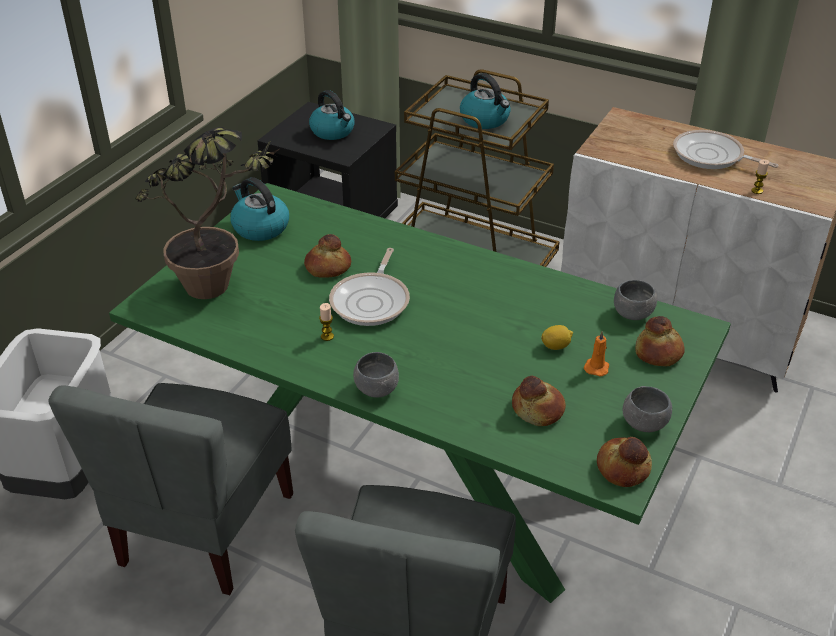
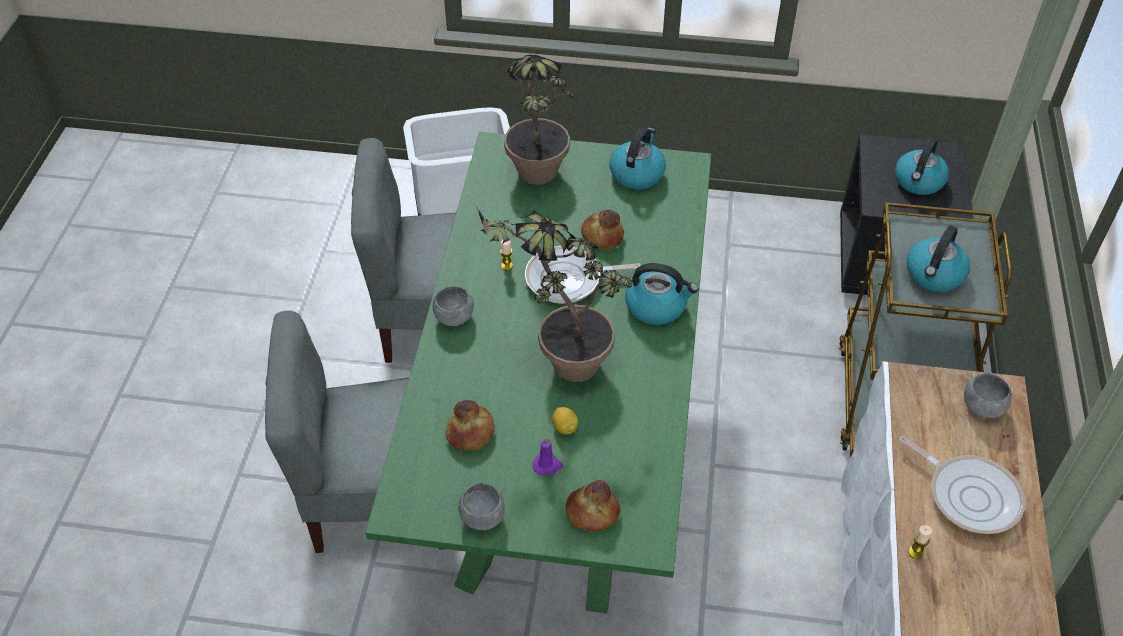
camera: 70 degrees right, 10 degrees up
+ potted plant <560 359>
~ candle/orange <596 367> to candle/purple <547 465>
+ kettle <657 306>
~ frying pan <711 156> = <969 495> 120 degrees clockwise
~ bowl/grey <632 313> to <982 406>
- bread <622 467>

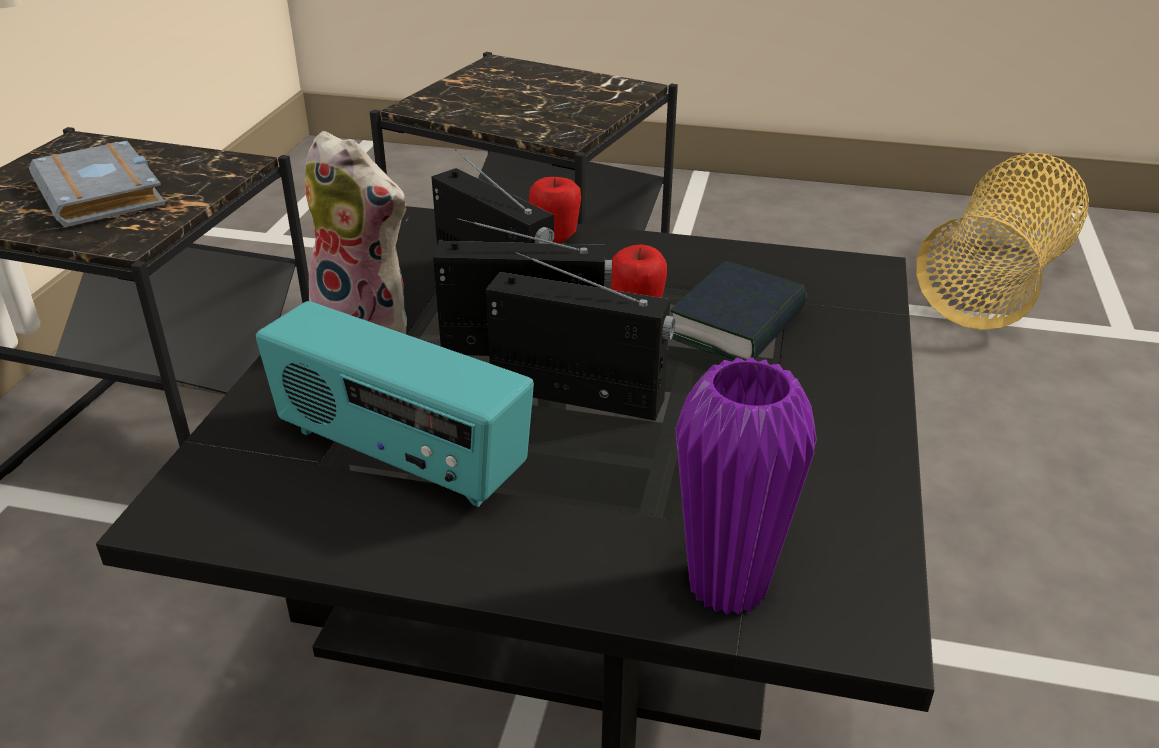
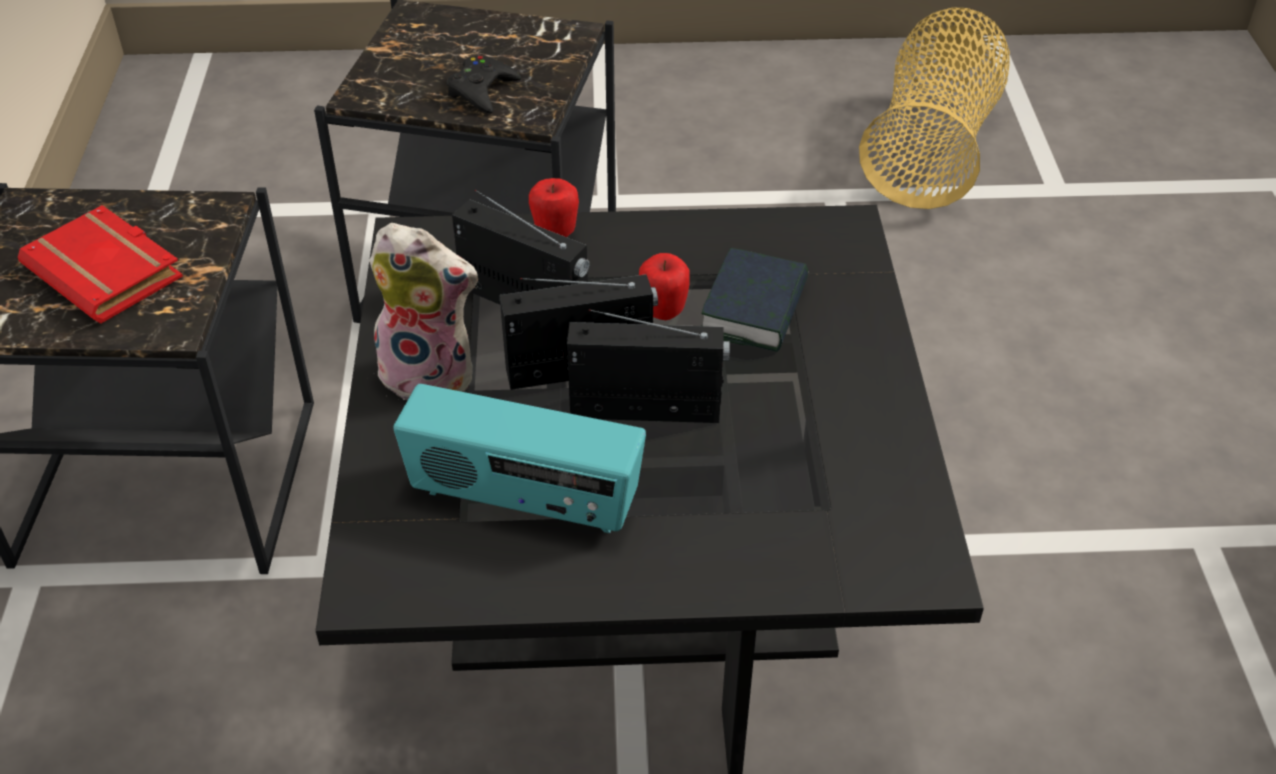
camera: 15 degrees left, 10 degrees up
~ book/grey <105 194> to book/red <109 273>
+ game controller/black <482 91>
- vase/purple <727 586>

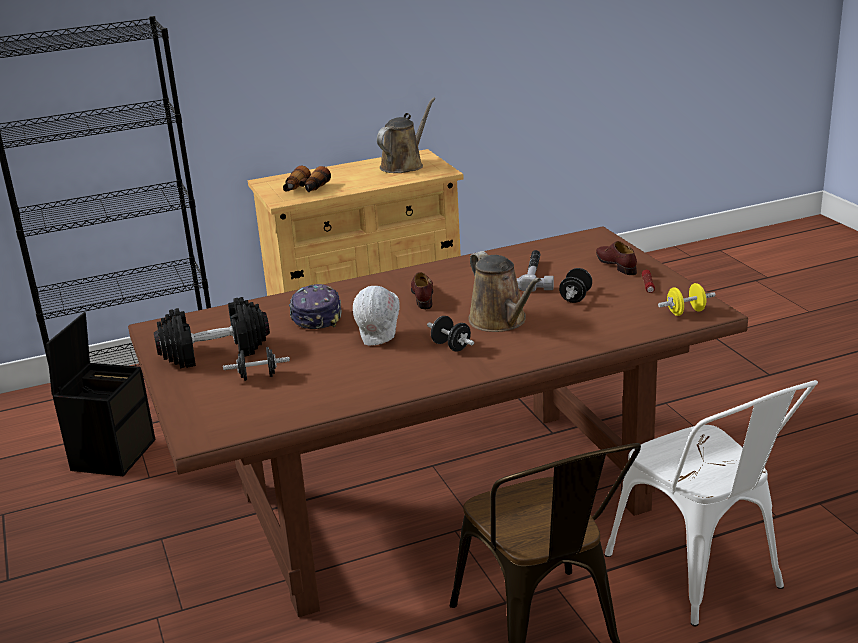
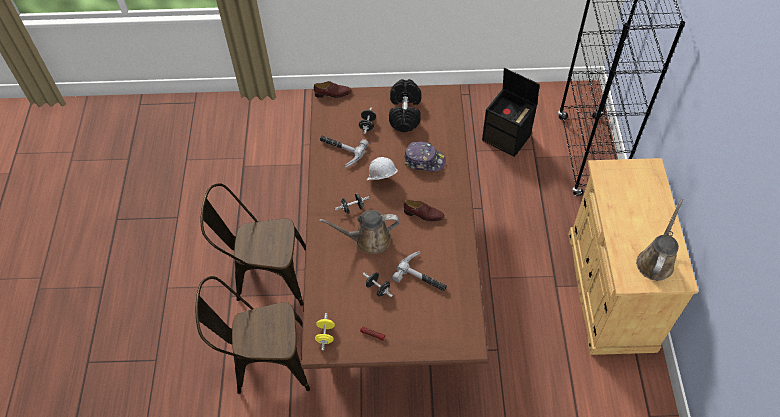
camera: 110 degrees right, 30 degrees up
~ chair/white <704 576> to chair/brown <265 362>
~ shoe/brown <616 264> to <333 94>
+ hammer <340 151>
~ watering can/brown <404 165> = <656 261> 120 degrees counterclockwise
- binoculars <305 189>

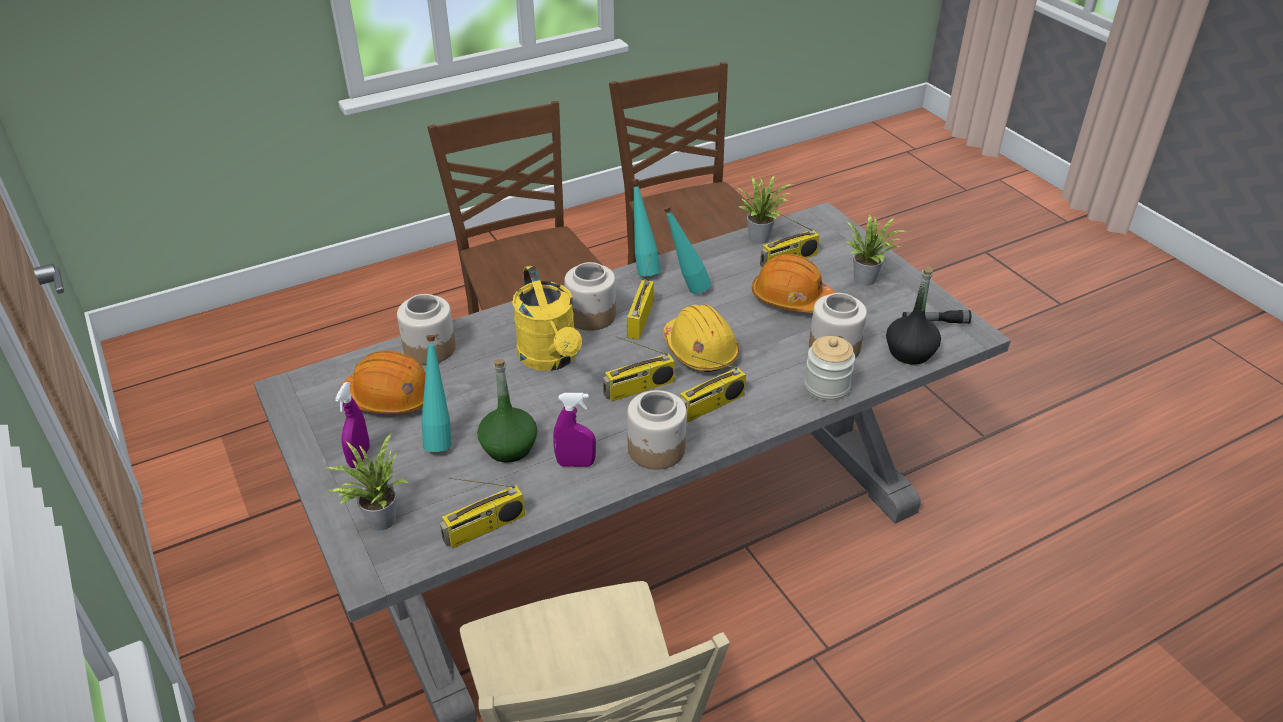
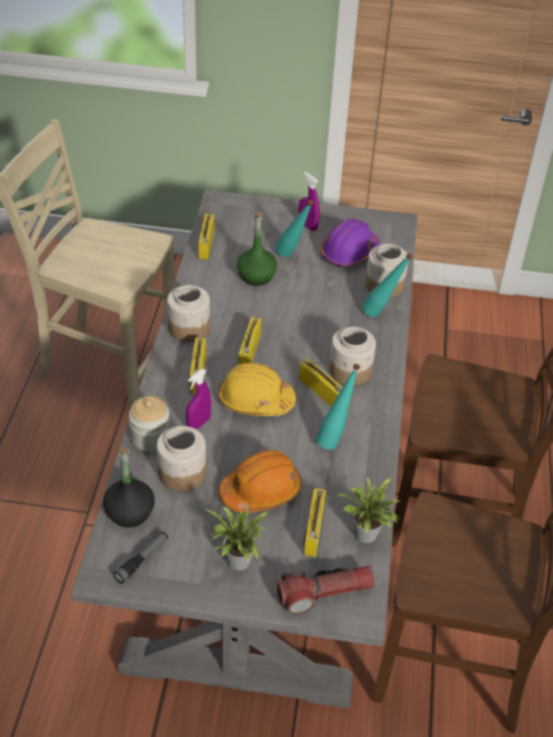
camera: 125 degrees right, 5 degrees up
~ spray bottle/purple <575 463> to <198 424>
+ flashlight <324 593>
~ hard hat/orange <390 398> to hard hat/purple <349 253>
~ bottle/turquoise <643 269> to <381 314>
- potted plant <378 519>
- watering can/yellow <551 359>

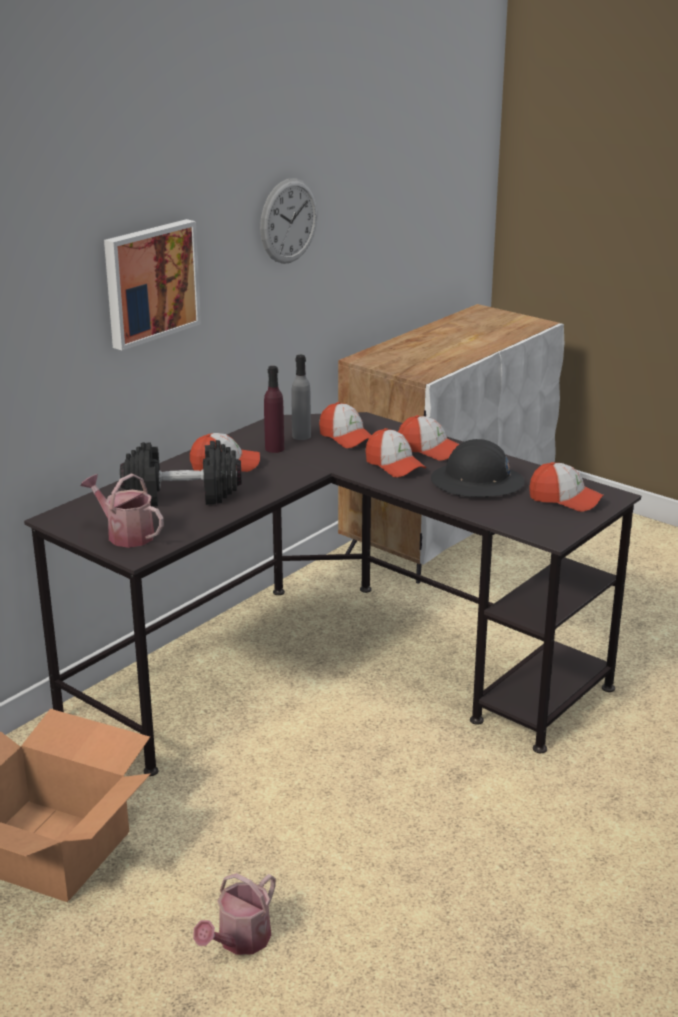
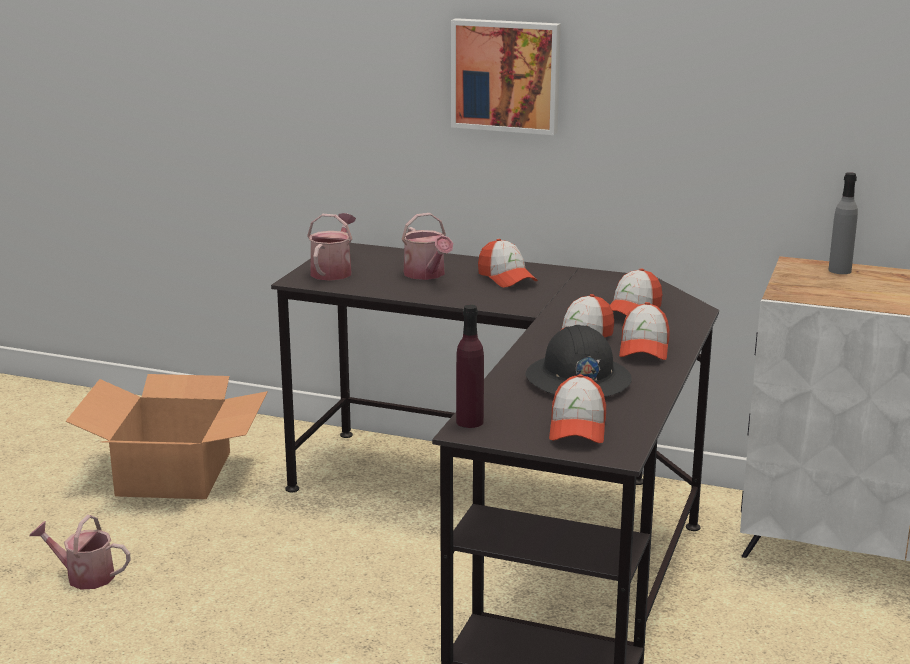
camera: 70 degrees right, 5 degrees down
~ dumbbell/black <182 495> to watering can <427 275>
~ bottle/purple <274 448> to <469 422>
~ bottle/grey <301 436> to <839 270>
- wall clock <288 221>

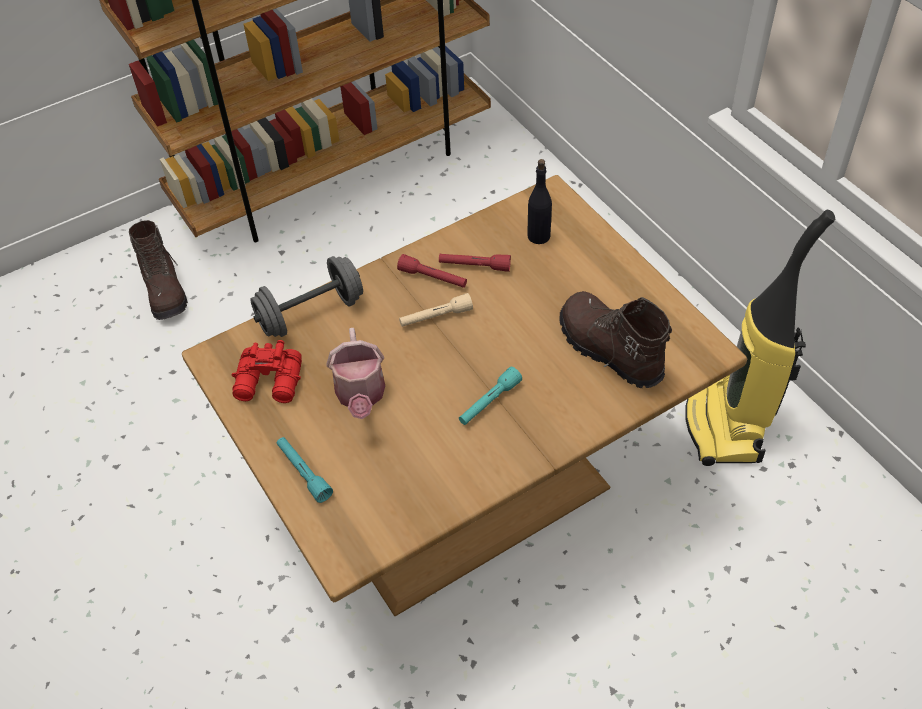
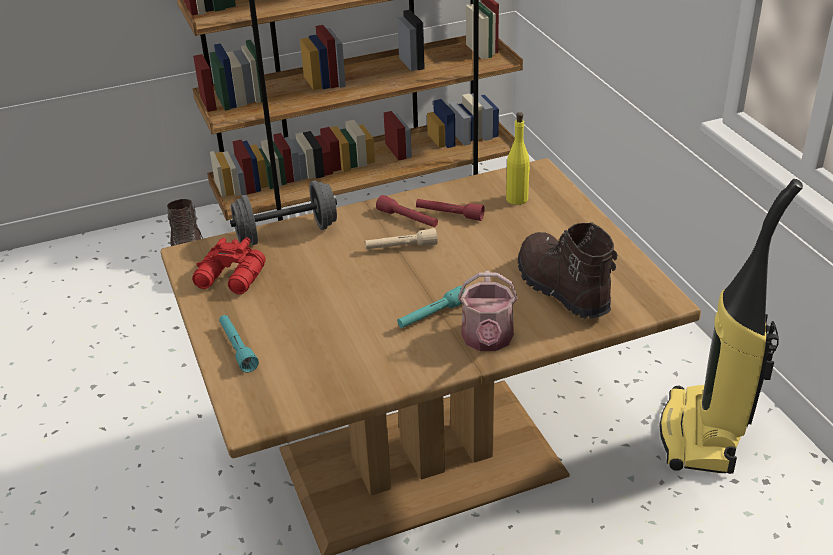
camera: 10 degrees right, 15 degrees down
~ watering can <361 396> to <487 340>
~ bottle/black <539 236> to bottle/yellow <517 199>

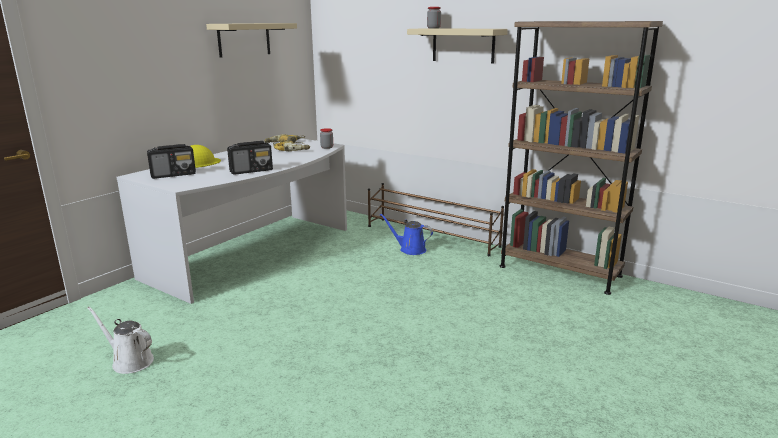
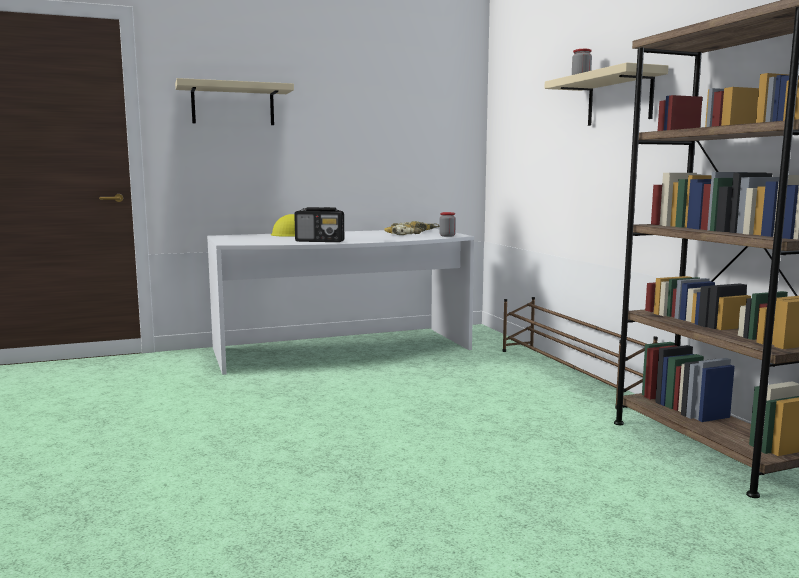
camera: 35 degrees right, 10 degrees down
~ shelf/beige <244 39> to <233 105>
- watering can/white <130 361>
- radio <174 175>
- watering can/blue <410 249>

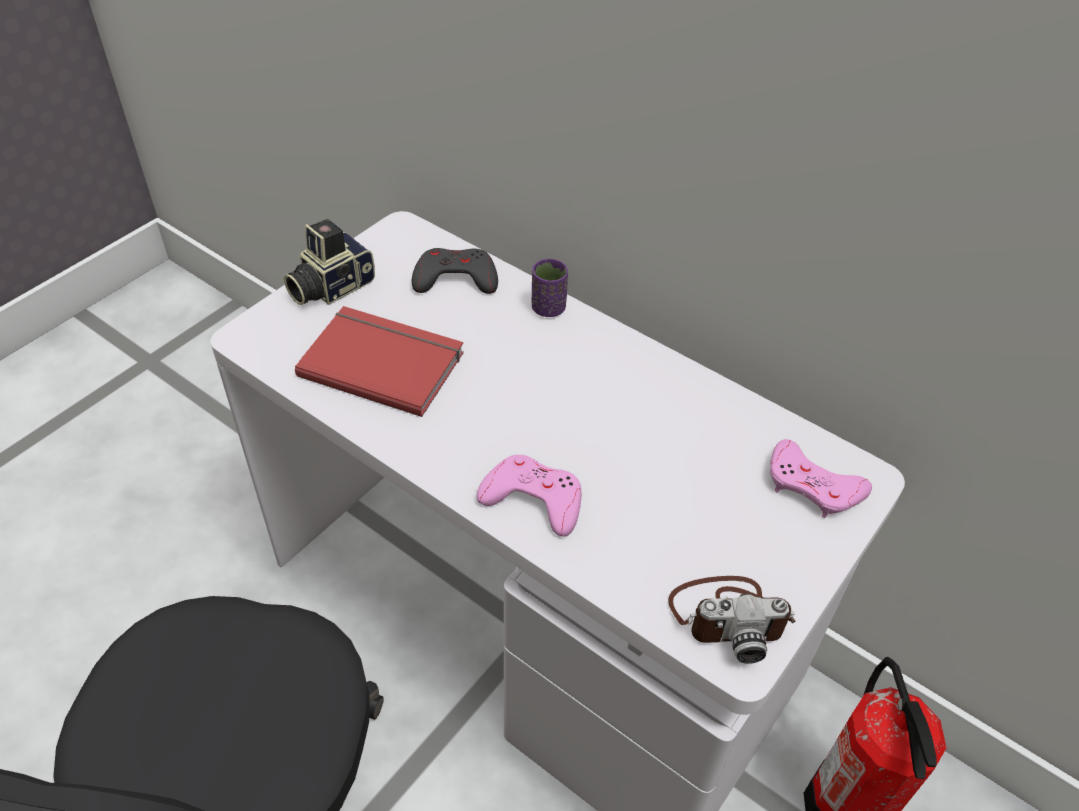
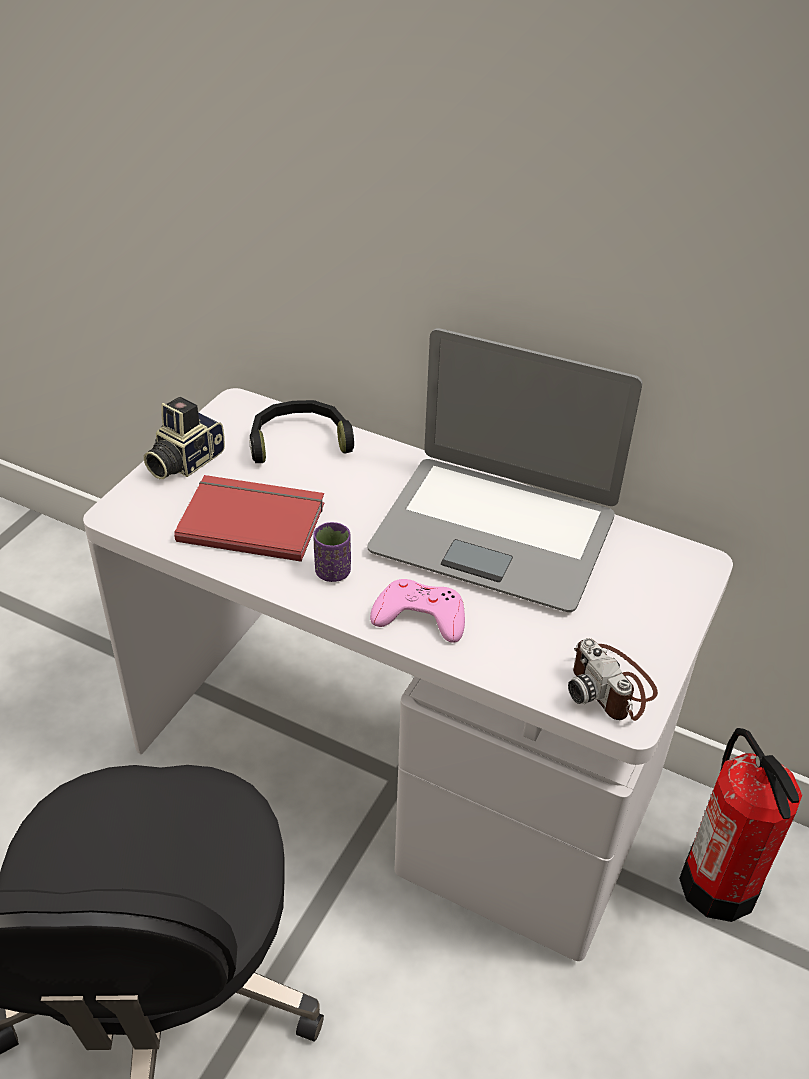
camera: 10 degrees left, 5 degrees down
~ game controller/grey <455 278> to headphones/black <299 441>
~ cup/purple <548 308> to <332 572>
+ laptop <495 532>
~ photo camera <729 616> = <611 686> 75 degrees clockwise
- game controller/pink <812 486>

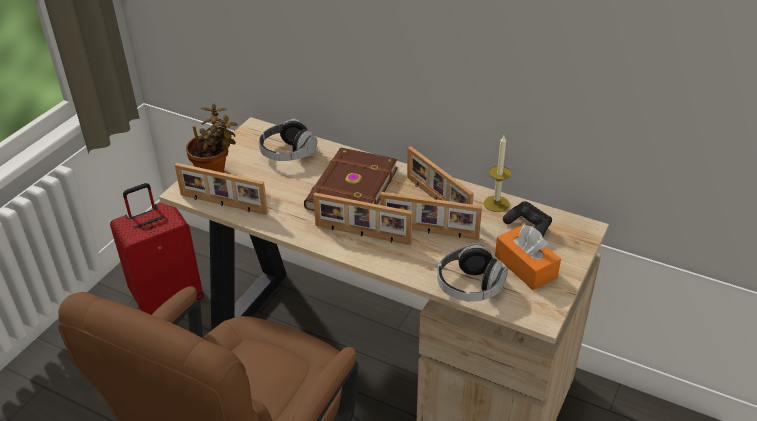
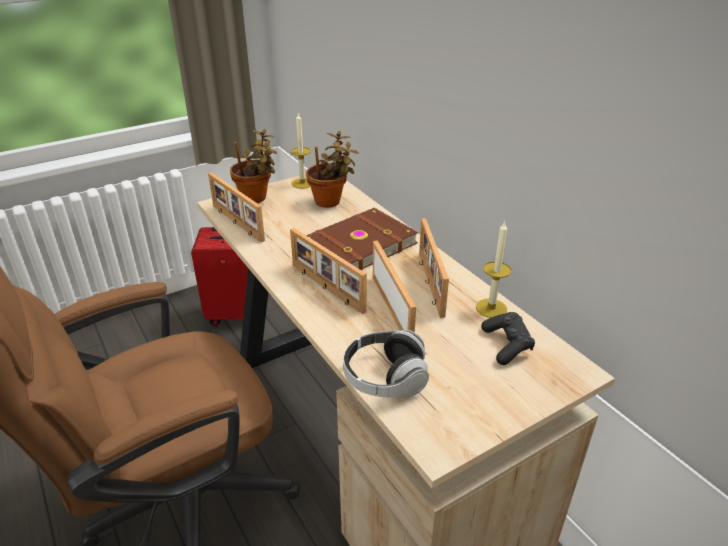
camera: 30 degrees right, 5 degrees down
+ candle <302 183>
~ headphones <288 153> to potted plant <331 201>
~ picture frame <429 232> = <393 309> 150 degrees counterclockwise
- tissue box/orange <525 267>

